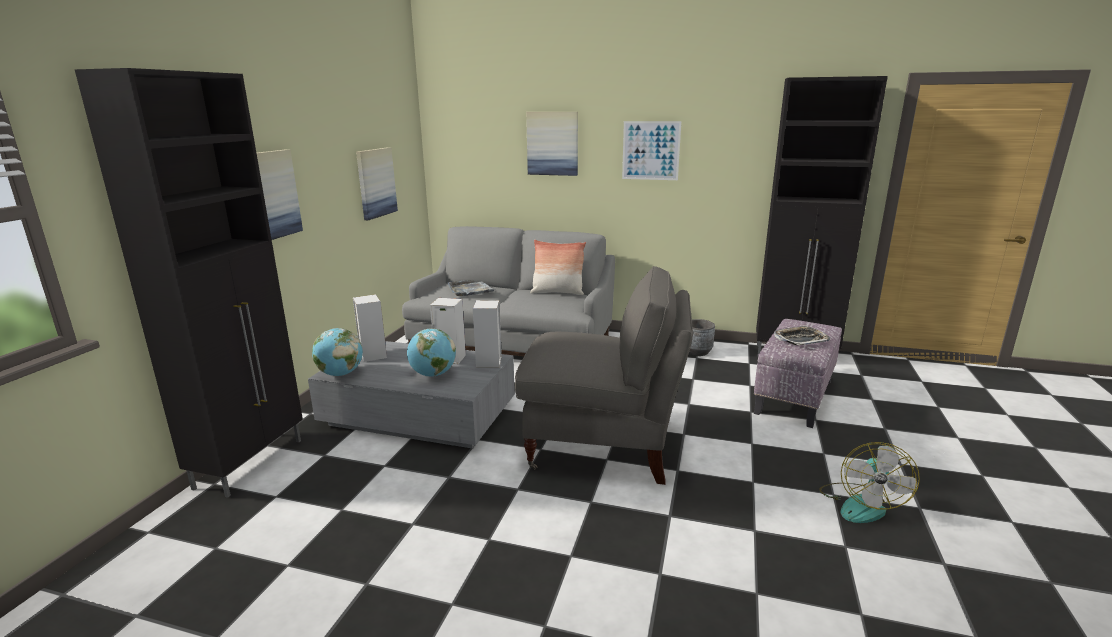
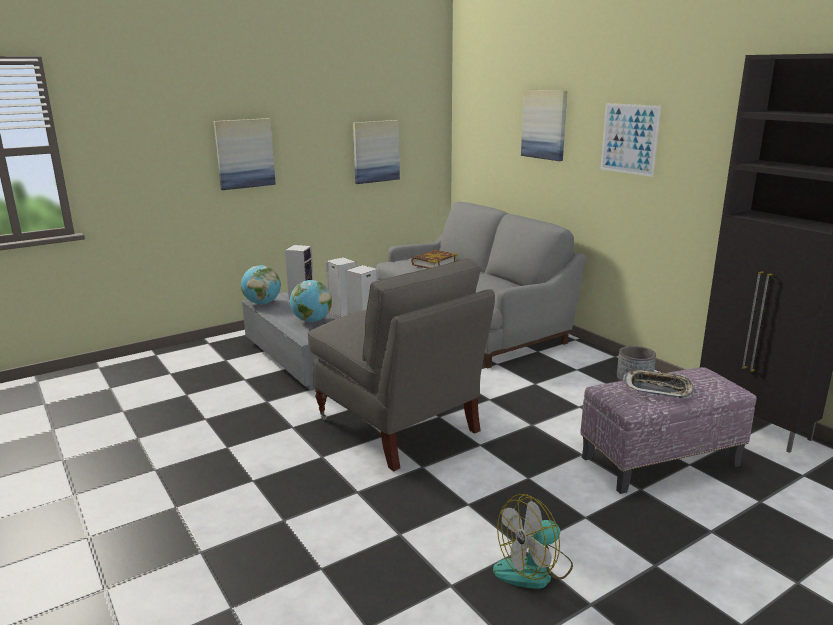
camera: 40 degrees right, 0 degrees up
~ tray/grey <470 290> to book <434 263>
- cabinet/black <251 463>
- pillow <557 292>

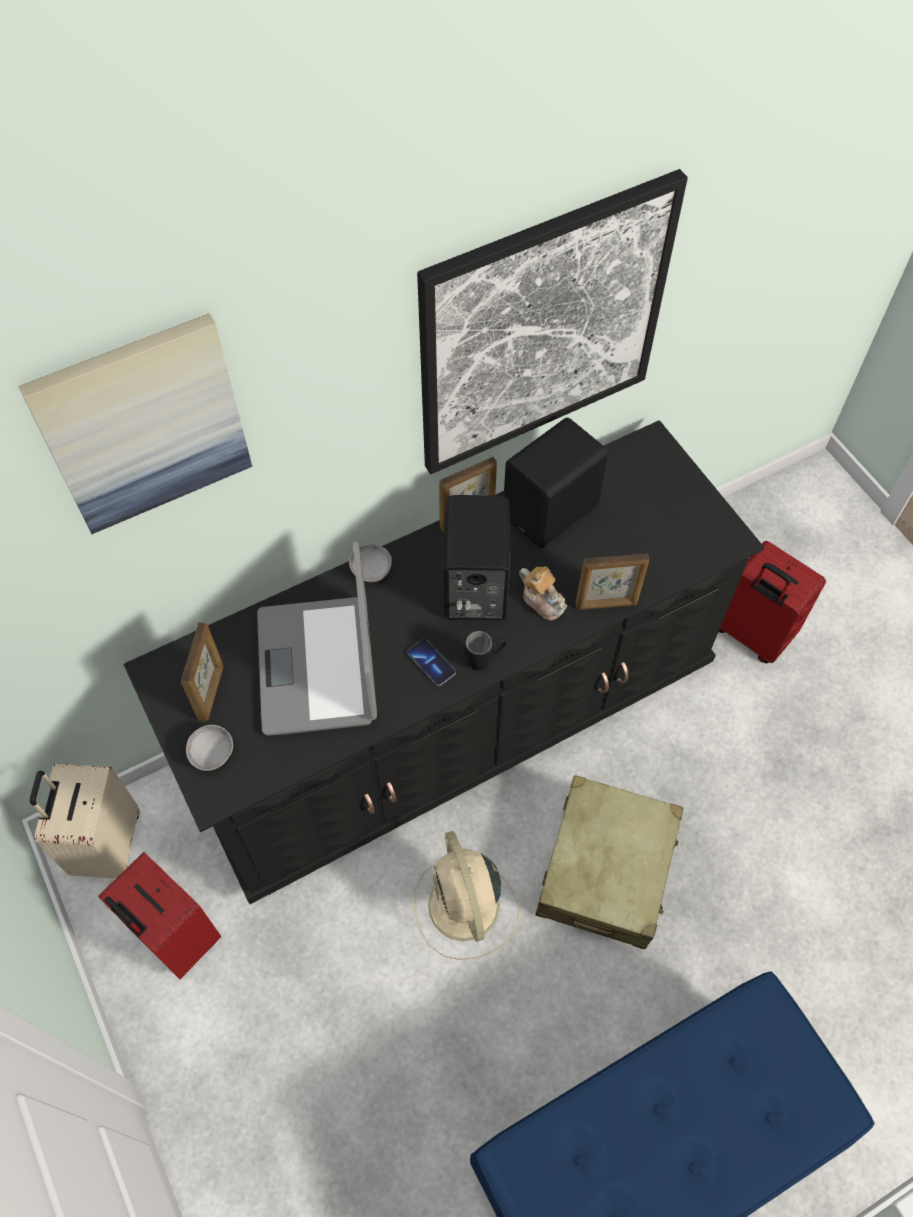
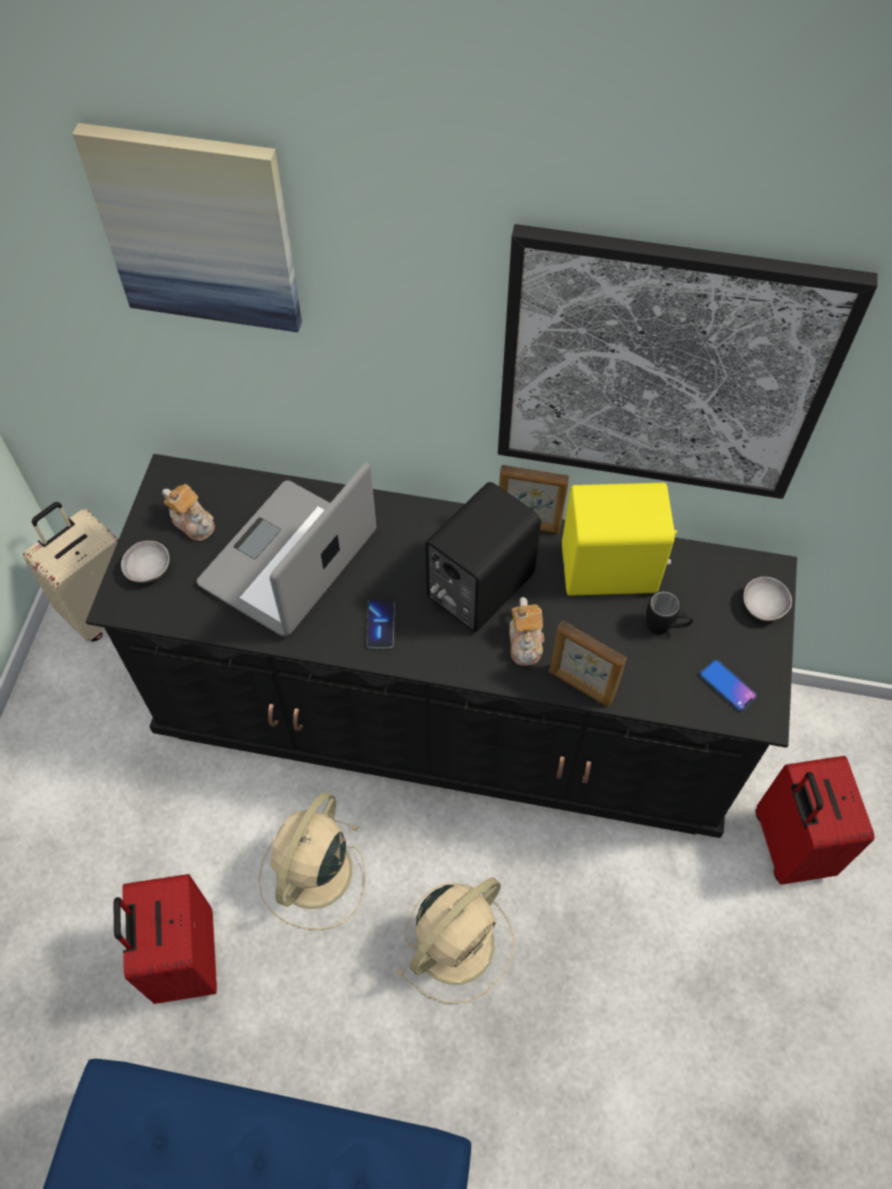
camera: 40 degrees right, 0 degrees up
~ suitcase/red <175 937> to <184 958>
~ picture frame <211 692> to teapot <193 522>
~ suitcase/beige <606 869> to fan/beige <458 941>
~ speaker/black <553 512> to speaker/yellow <610 572>
~ mug/black <485 660> to <665 628>
+ phone <727 686>
~ bowl/grey <371 570> to <763 606>

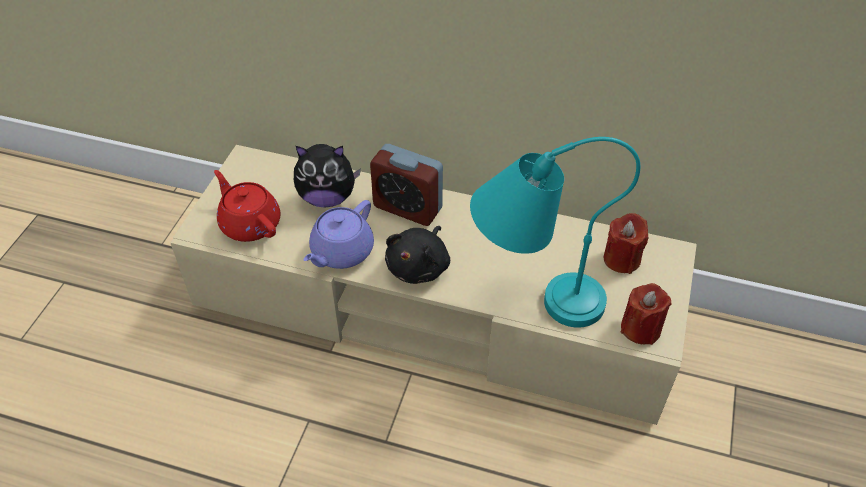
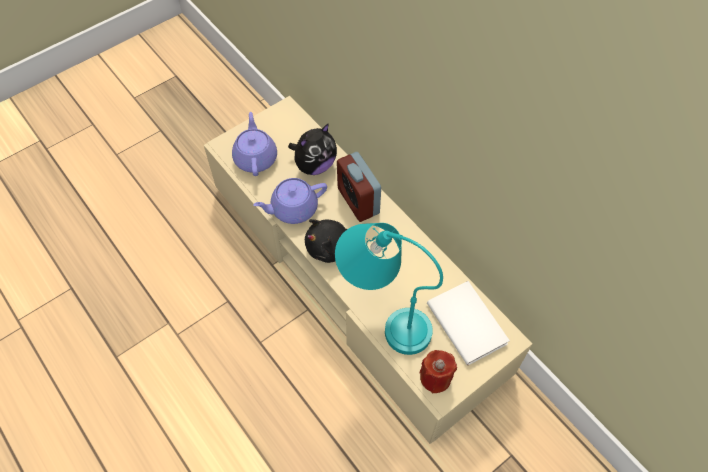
camera: 35 degrees right, 10 degrees up
~ teapot/red <250 223> to teapot/purple <255 157>
~ plush toy <327 197> = <314 165> 75 degrees counterclockwise
~ candle/red <621 259> to book/white <467 322>

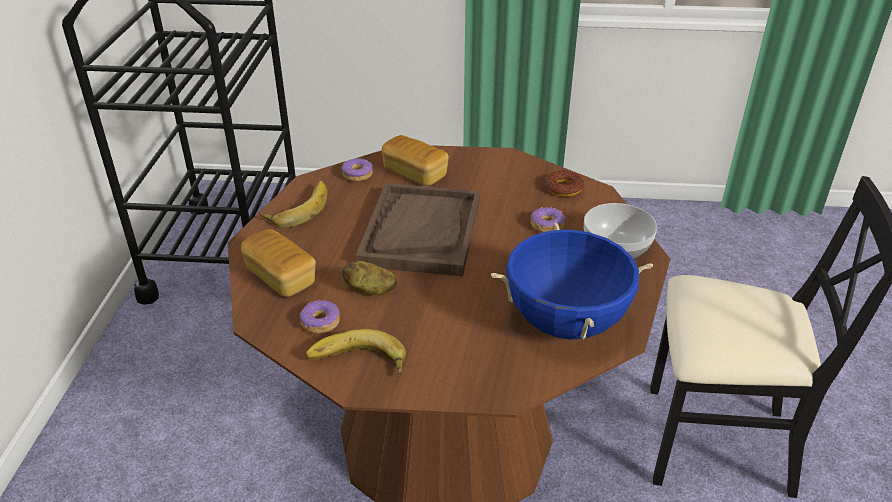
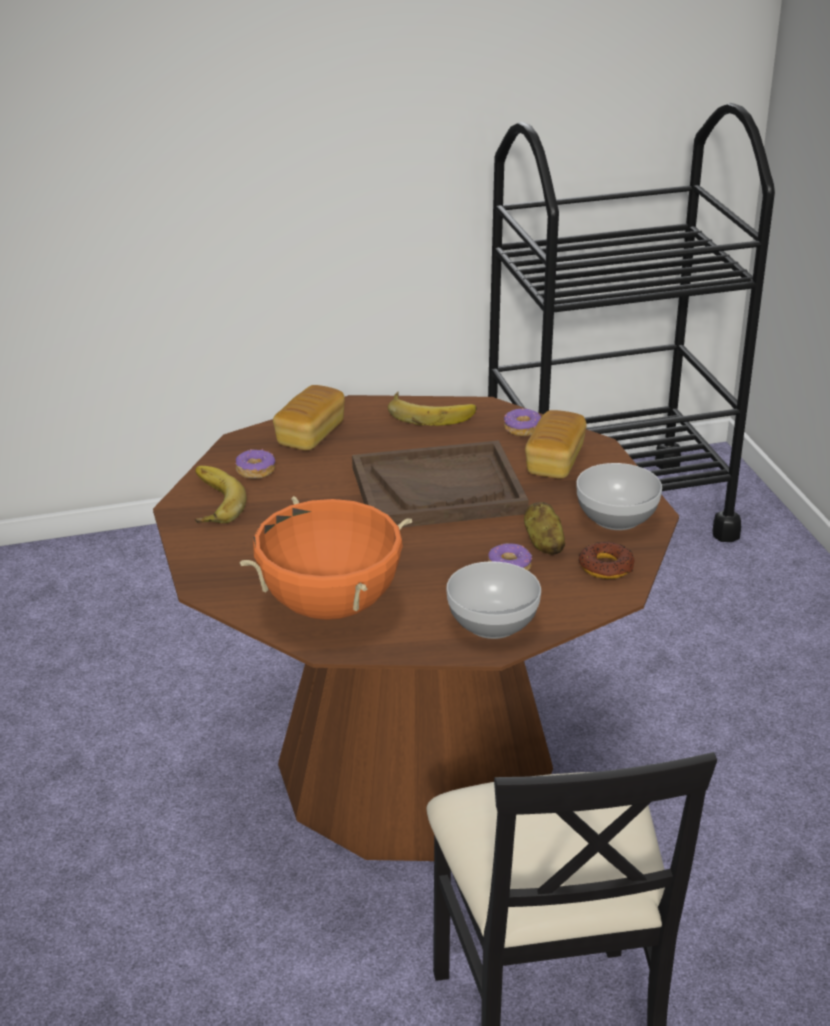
camera: 70 degrees right, 5 degrees down
~ cooking pot/blue <566 323> to cooking pot/orange <329 606>
~ potato <370 289> to <543 543>
+ bowl <615 517>

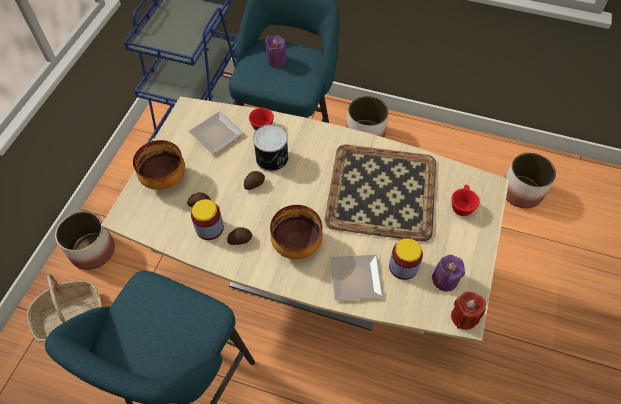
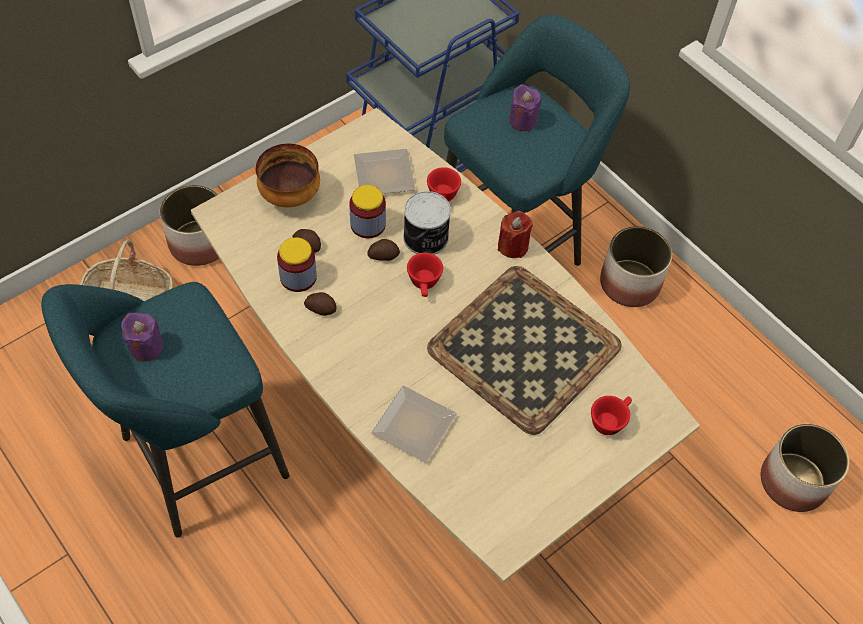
camera: 30 degrees right, 0 degrees up
~ candle/purple <445 280> to <146 347>
~ jar <403 266> to <368 224>
+ cup/red <424 284>
~ candle/red <464 317> to <513 246>
- bowl <296 245>

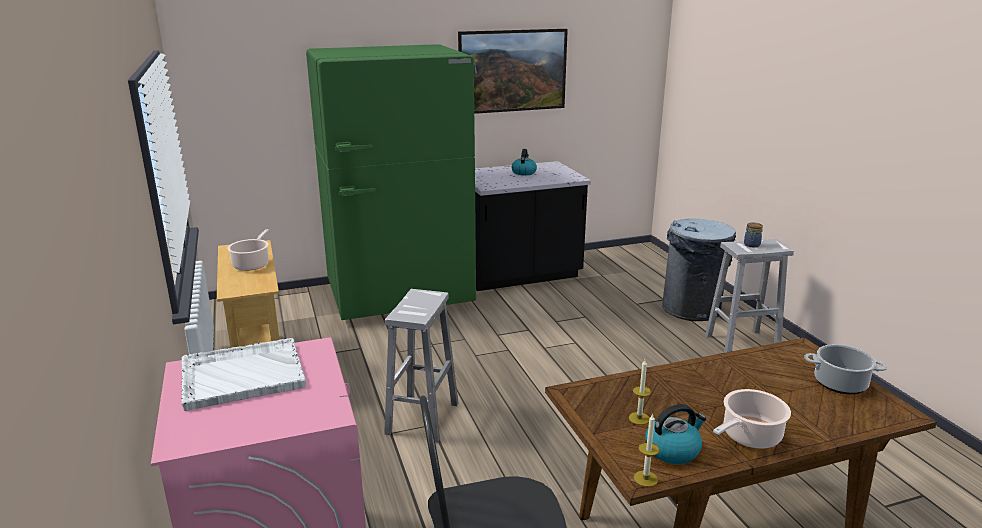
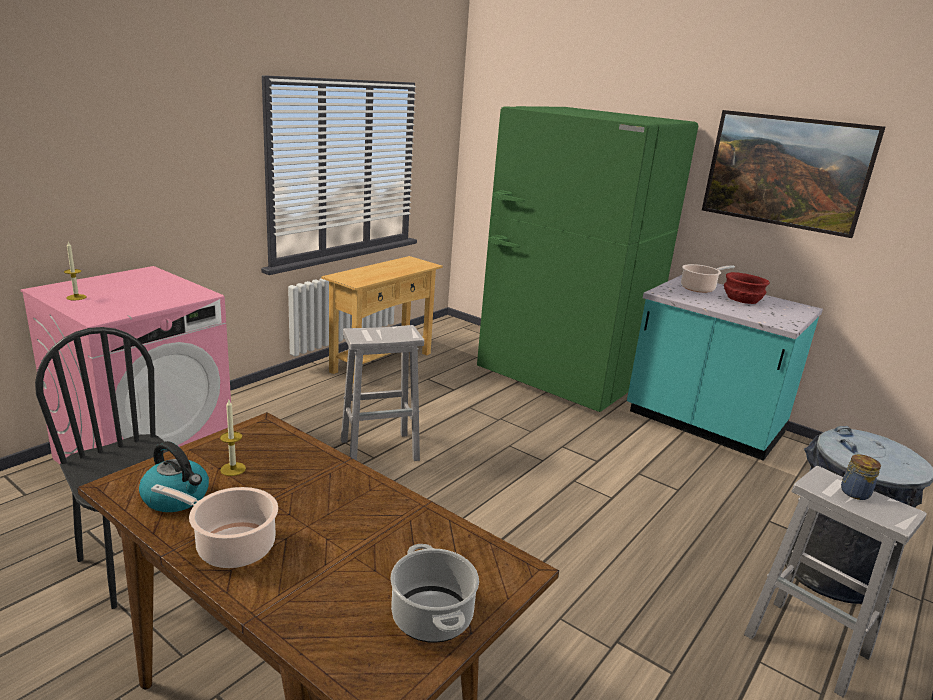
camera: 55 degrees right, 0 degrees up
~ candle <645 478> to <76 297>
~ counter/black <520 275> to counter/turquoise <703 424>
~ cooking pot <252 264> to <699 288>
~ kettle <523 172> to bowl/red <741 300>
- tray/white <241 375>

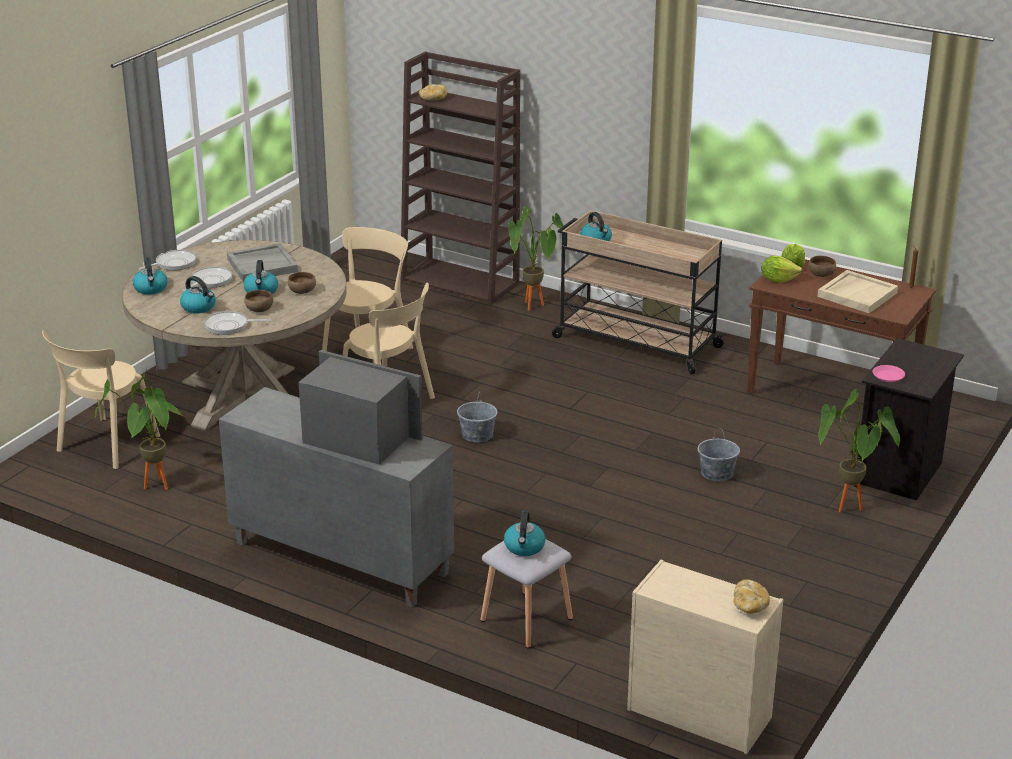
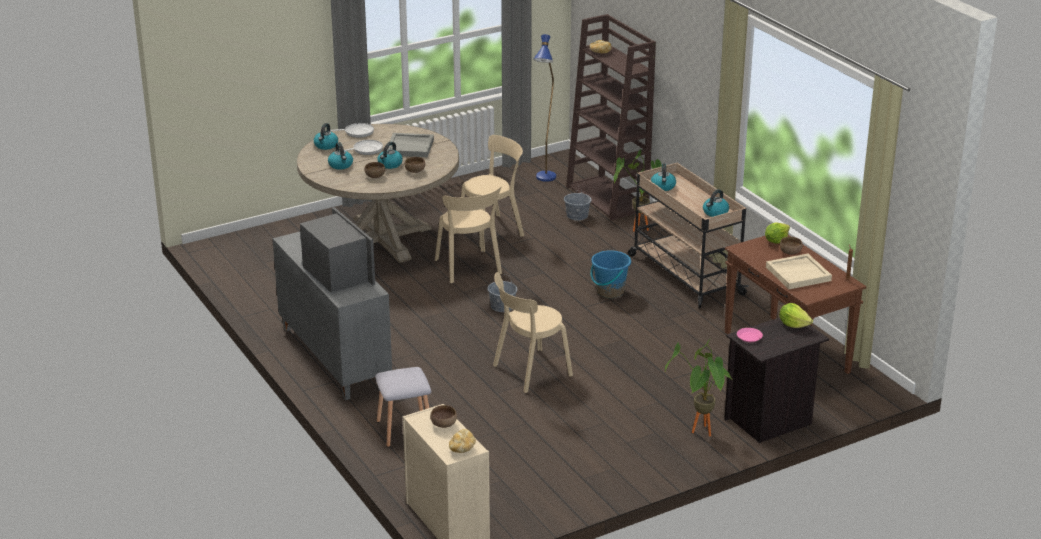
camera: 30 degrees right, 0 degrees up
+ bowl/brown <444 425>
~ chair/beige <105 445> to <529 372>
+ floor lamp/blue <545 180>
~ bucket/grey <716 473> to <577 215>
+ bucket/blue <610 292>
~ kettle <524 547> to <715 213>
~ lettuce <778 280> to <793 325>
- potted plant <154 489>
- frying pan <229 326>

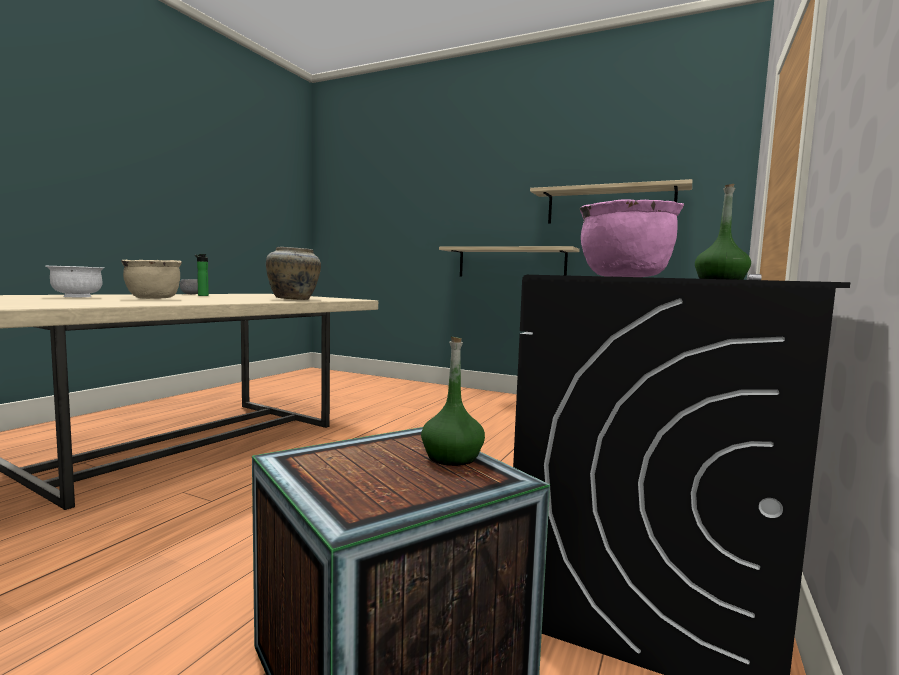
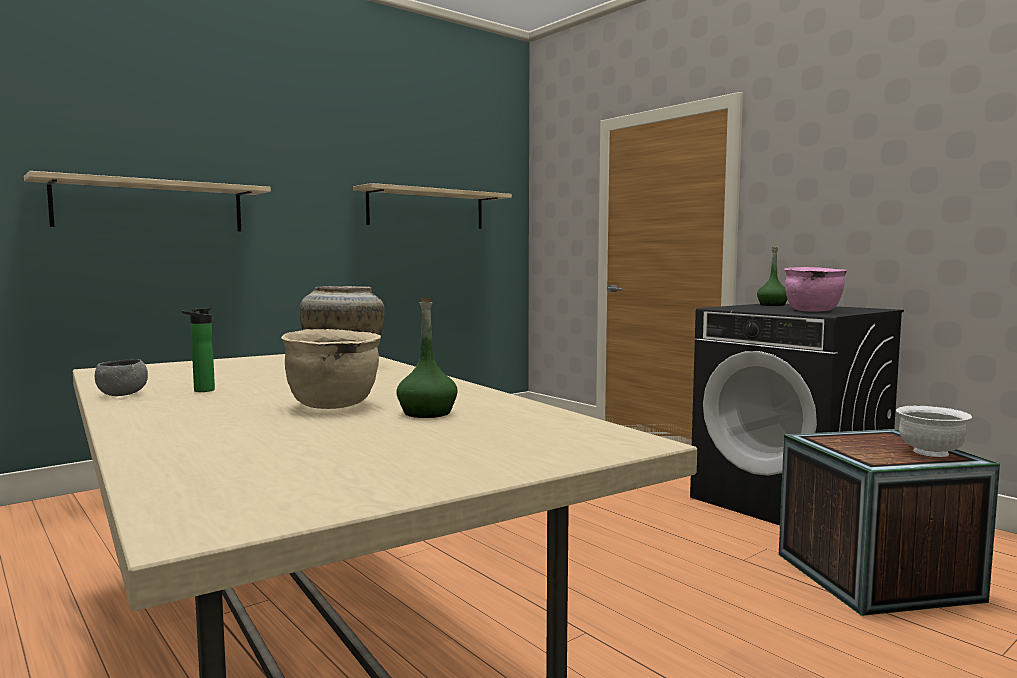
camera: 65 degrees left, 0 degrees up
~ shelf <511 263> to <151 206>
~ bottle/green <452 457> to <427 413>
~ bowl/white <77 297> to <930 452>

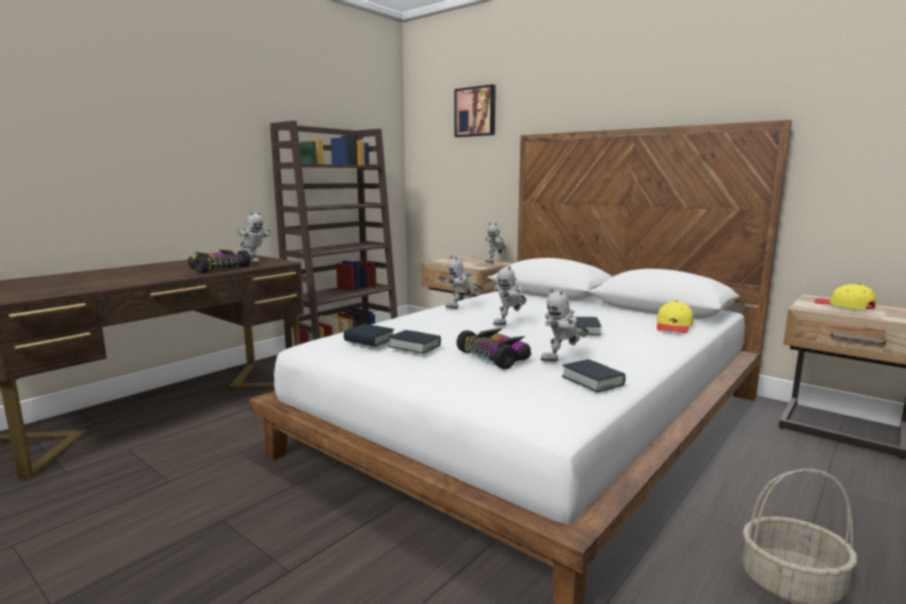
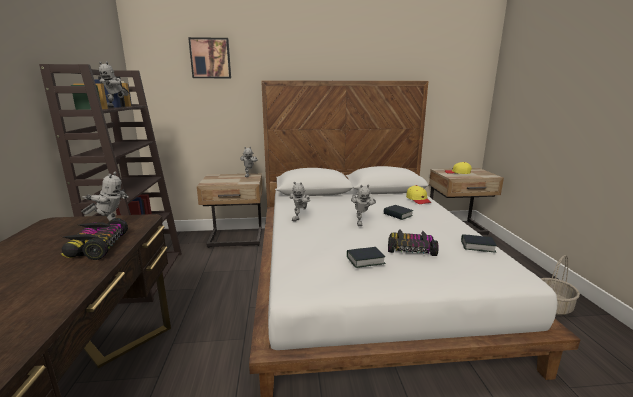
camera: 45 degrees left, 5 degrees up
~ toy robot <563 360> to <117 107>
- book <369 340>

